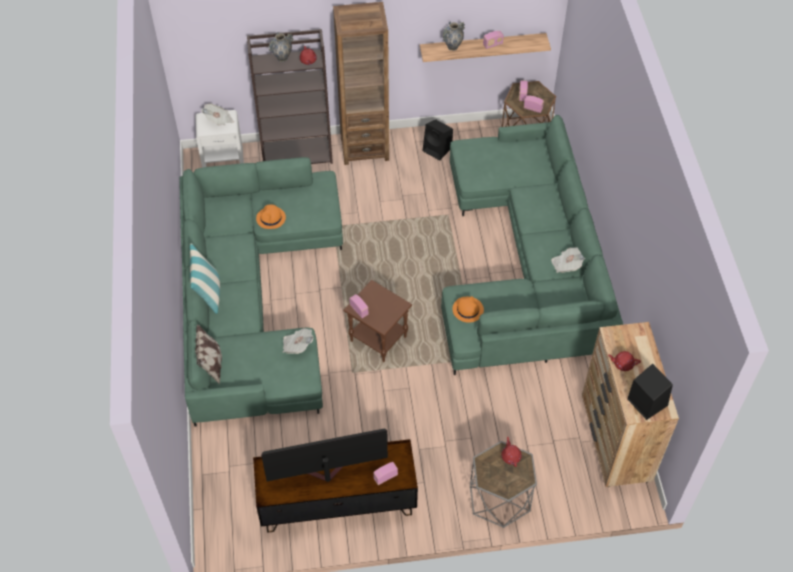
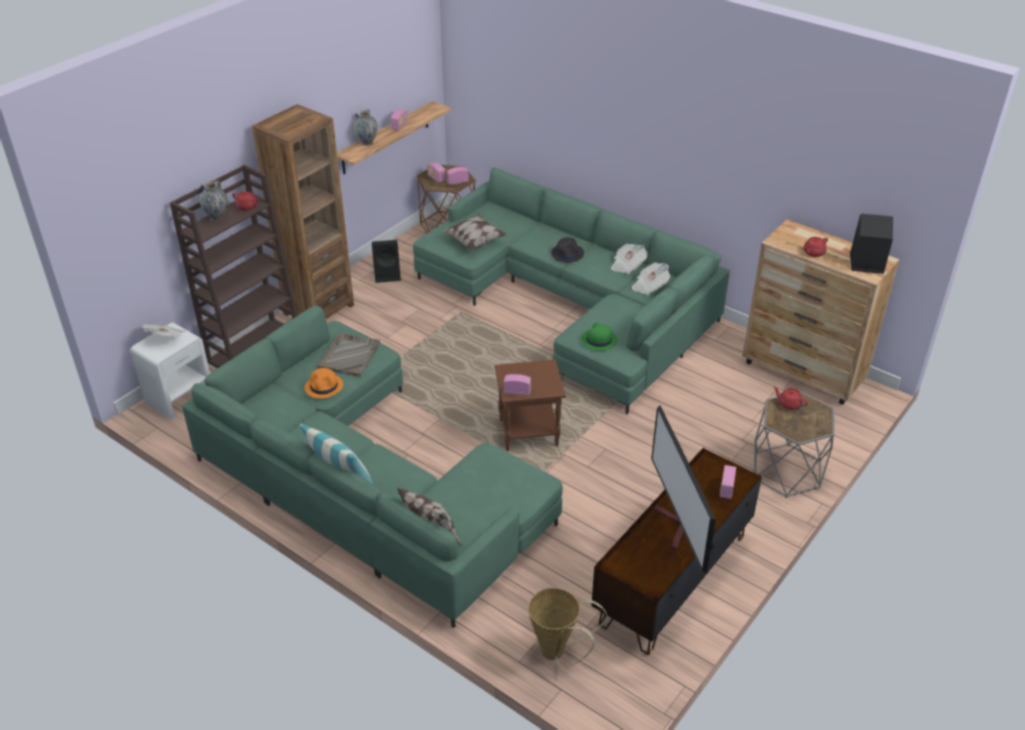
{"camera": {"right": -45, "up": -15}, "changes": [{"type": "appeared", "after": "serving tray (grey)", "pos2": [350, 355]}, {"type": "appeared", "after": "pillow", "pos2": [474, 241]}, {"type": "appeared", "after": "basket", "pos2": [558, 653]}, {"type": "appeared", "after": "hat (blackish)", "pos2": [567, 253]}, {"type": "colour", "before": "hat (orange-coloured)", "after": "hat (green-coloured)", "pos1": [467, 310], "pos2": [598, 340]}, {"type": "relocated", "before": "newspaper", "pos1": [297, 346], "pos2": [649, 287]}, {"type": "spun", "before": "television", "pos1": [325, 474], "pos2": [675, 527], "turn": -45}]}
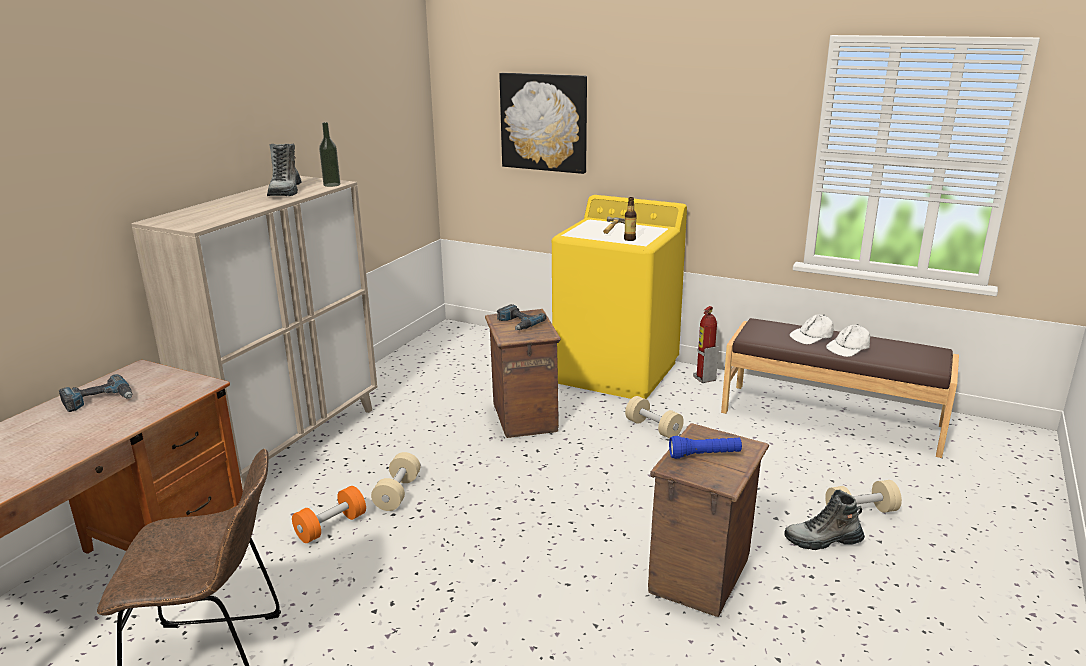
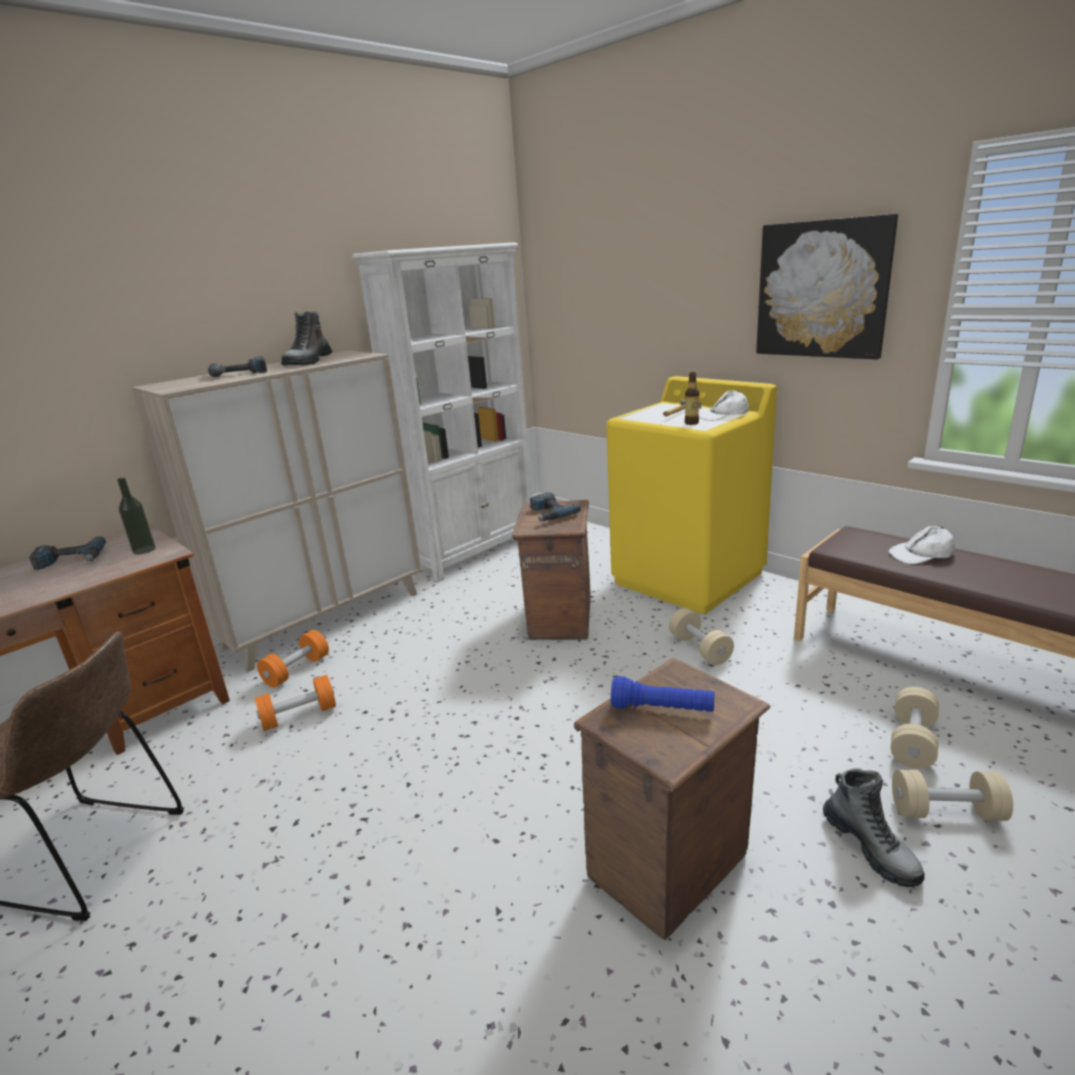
{"camera": {"right": 20, "up": 0}, "changes": [{"type": "relocated", "before": "drink bottle", "pos1": [332, 184], "pos2": [144, 550]}, {"type": "appeared", "after": "drill", "pos2": [238, 373]}, {"type": "appeared", "after": "free weight (orange-coloured)", "pos2": [297, 670]}, {"type": "appeared", "after": "bookcase (white)", "pos2": [474, 552]}, {"type": "relocated", "before": "peaked cap (white)", "pos1": [848, 347], "pos2": [723, 415]}, {"type": "relocated", "before": "wall art", "pos1": [544, 122], "pos2": [822, 289]}, {"type": "spun", "before": "tall boot", "pos1": [823, 540], "pos2": [870, 847], "turn": -135}, {"type": "relocated", "before": "free weight (beige-coloured)", "pos1": [397, 493], "pos2": [912, 741]}, {"type": "missing", "before": "fire extinguisher", "pos1": [704, 378]}]}
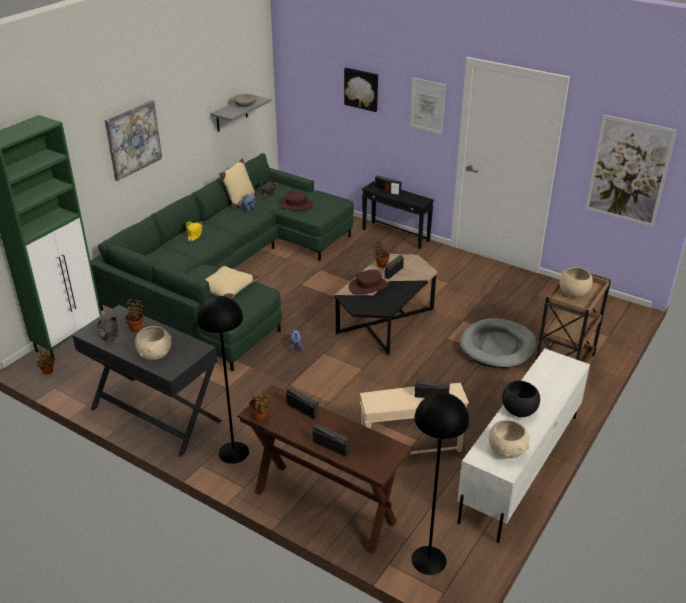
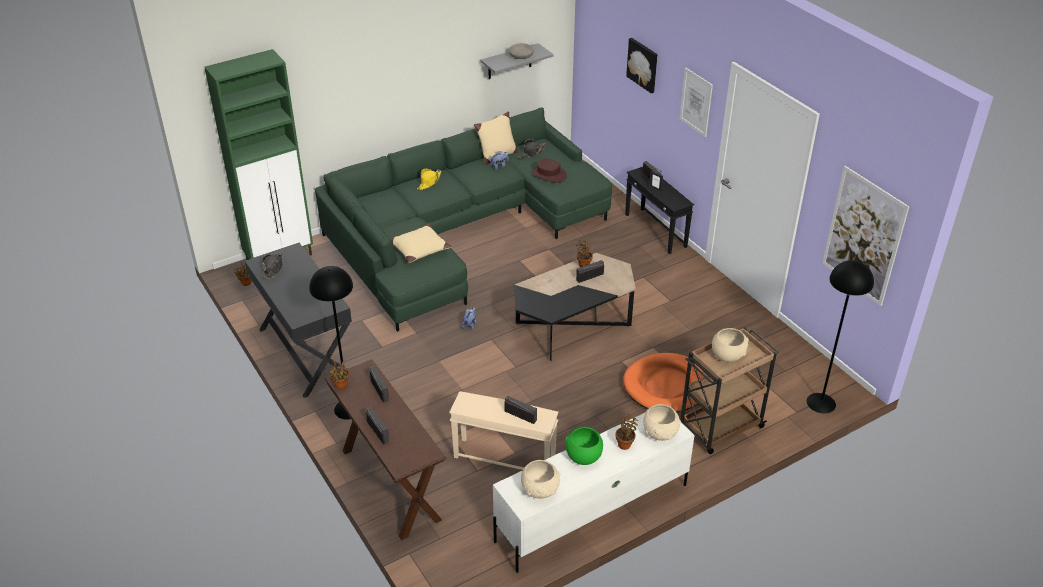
{"camera": {"right": 25, "up": 5}, "changes": [{"type": "colour", "before": "bowl (blackish)", "after": "bowl (green-coloured)", "pos1": [518, 410], "pos2": [583, 456]}, {"type": "relocated", "before": "houseplant", "pos1": [136, 328], "pos2": [625, 444]}, {"type": "colour", "before": "dog cushion (grey)", "after": "dog cushion (orange-coloured)", "pos1": [498, 346], "pos2": [666, 386]}, {"type": "relocated", "before": "bowl (beige-coloured)", "pos1": [155, 354], "pos2": [660, 433]}, {"type": "relocated", "before": "standard lamp (blackish)", "pos1": [429, 560], "pos2": [821, 403]}, {"type": "missing", "before": "wall art", "pos1": [133, 139]}, {"type": "missing", "before": "hat (brown)", "pos1": [368, 286]}]}
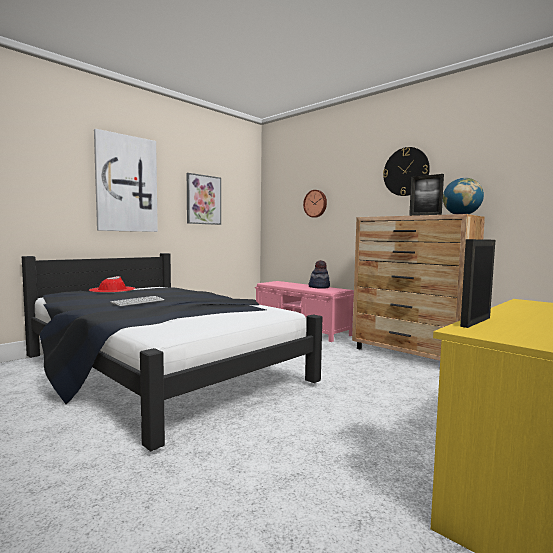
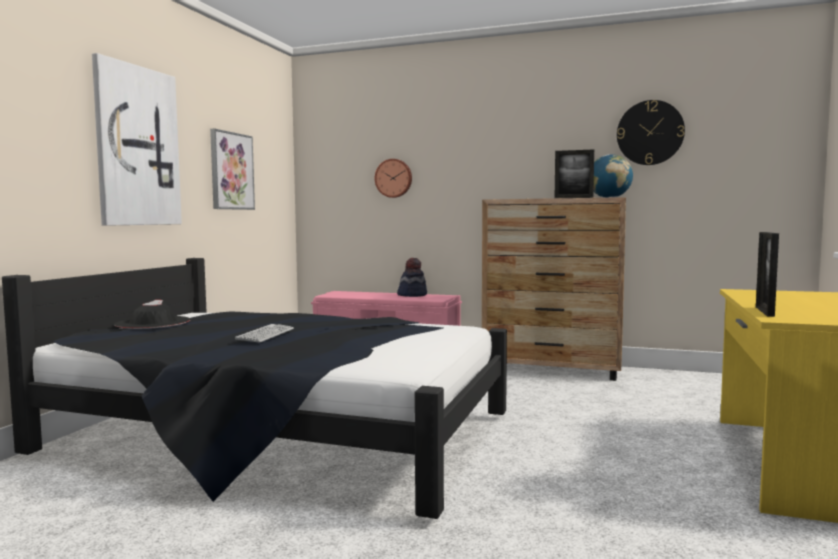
{"camera": {"right": -25, "up": 0}, "changes": [{"type": "colour", "before": "hat (red)", "after": "hat (blackish)", "pos1": [112, 290], "pos2": [152, 323]}, {"type": "relocated", "before": "clock on the wall", "pos1": [406, 171], "pos2": [650, 133]}]}
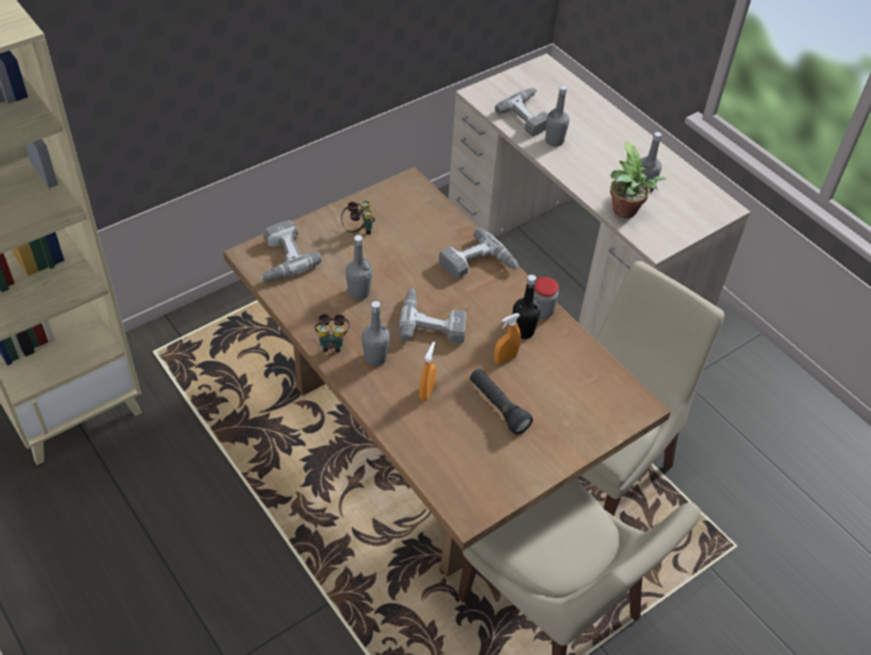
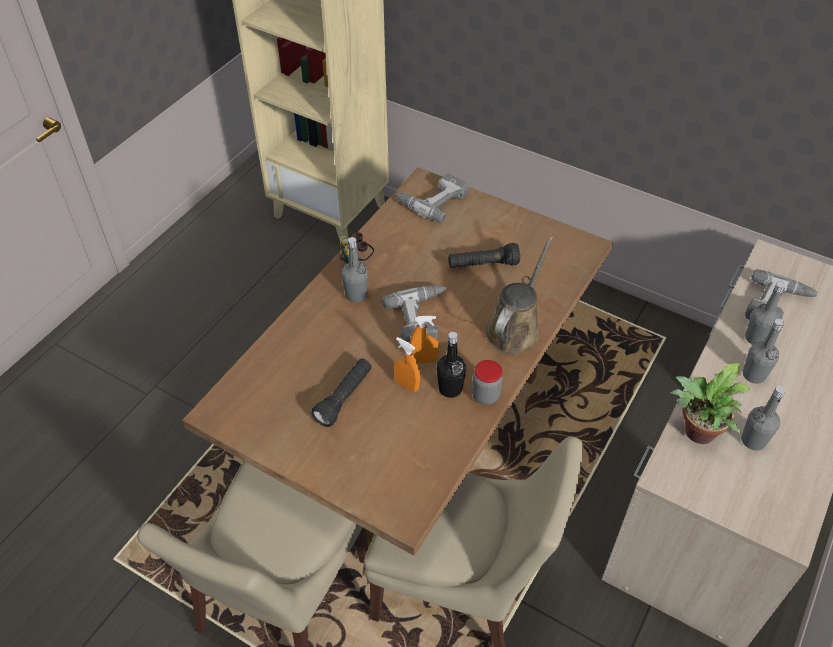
{"camera": {"right": 70, "up": 0}, "changes": [{"type": "relocated", "before": "sprayer (orange-coloured)", "pos1": [427, 392], "pos2": [424, 360]}, {"type": "appeared", "after": "torch (blackish)", "pos2": [483, 265]}, {"type": "exchanged", "before": "drill", "after": "sprinkling can (brown)", "pos1": [478, 265], "pos2": [515, 328]}, {"type": "relocated", "before": "drink bottle (grey)", "pos1": [359, 292], "pos2": [753, 375]}, {"type": "missing", "before": "pair of binoculars", "pos1": [358, 230]}]}
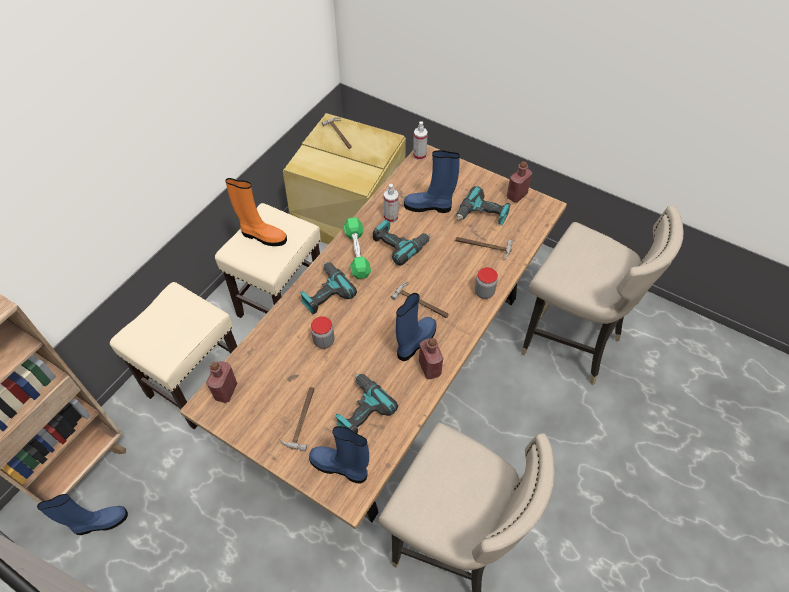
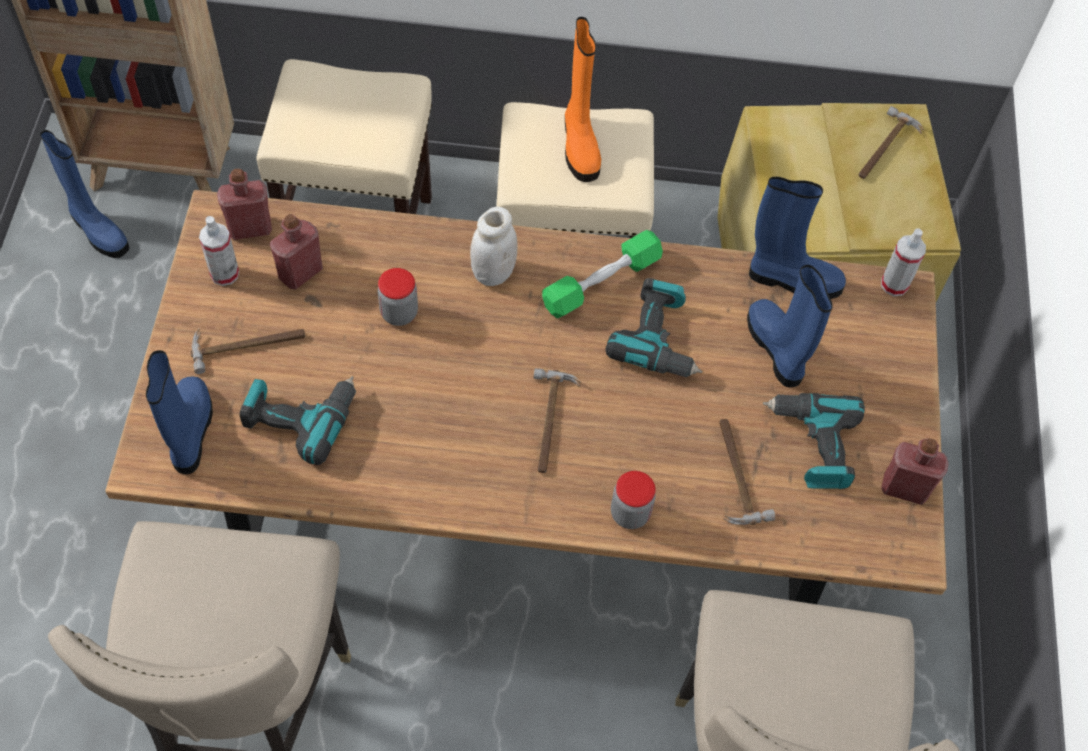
{"camera": {"right": 60, "up": 5}, "changes": [{"type": "relocated", "before": "sprayer", "pos1": [391, 217], "pos2": [224, 274]}, {"type": "relocated", "before": "drink bottle (red)", "pos1": [429, 368], "pos2": [300, 272]}, {"type": "exchanged", "before": "drill", "after": "jar (white)", "pos1": [325, 292], "pos2": [493, 273]}, {"type": "relocated", "before": "tall boot (blue)", "pos1": [415, 342], "pos2": [791, 280]}]}
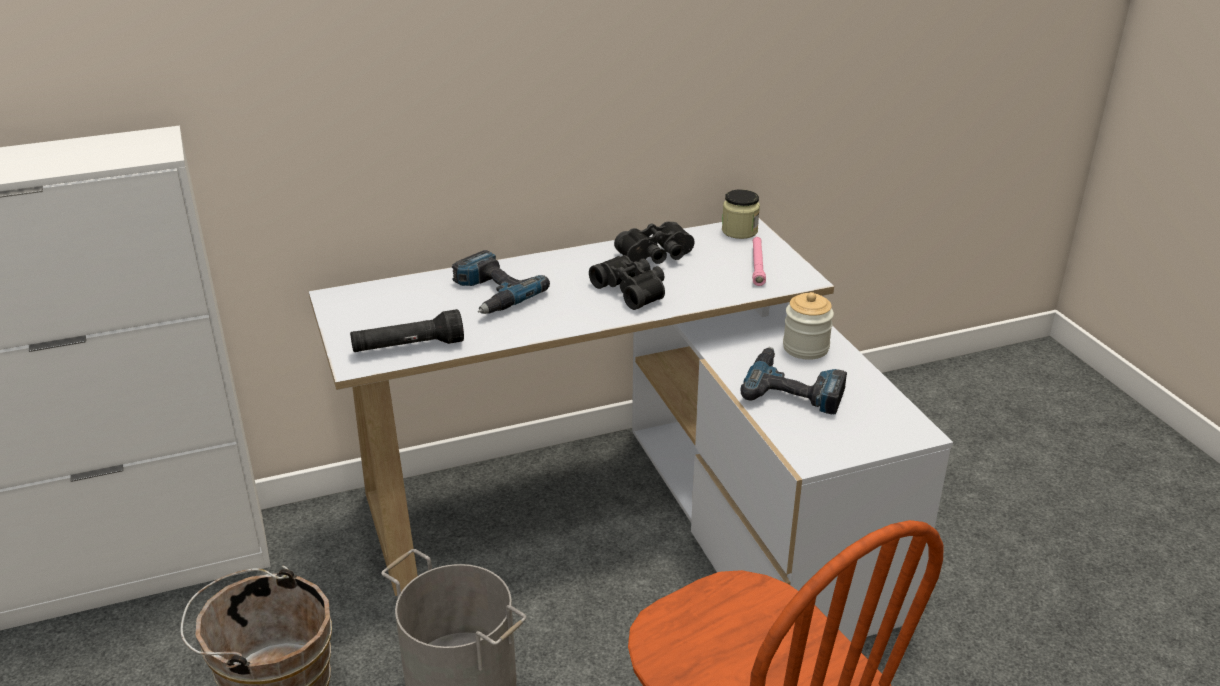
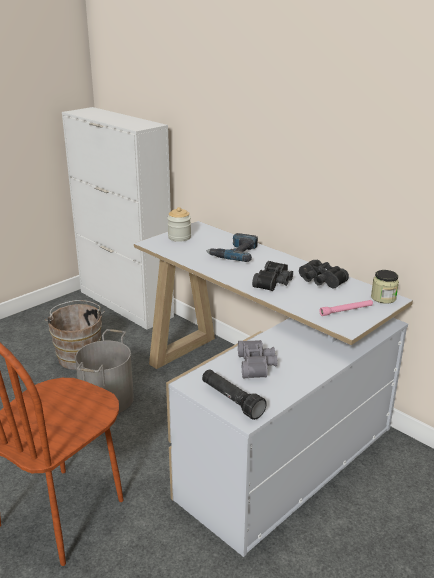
{"camera": {"right": 65, "up": -5}, "changes": [{"type": "relocated", "before": "jar", "pos1": [805, 348], "pos2": [179, 237]}, {"type": "relocated", "before": "torch (blackish)", "pos1": [408, 347], "pos2": [231, 400]}, {"type": "exchanged", "before": "drill", "after": "pair of binoculars (grey)", "pos1": [794, 388], "pos2": [257, 365]}]}
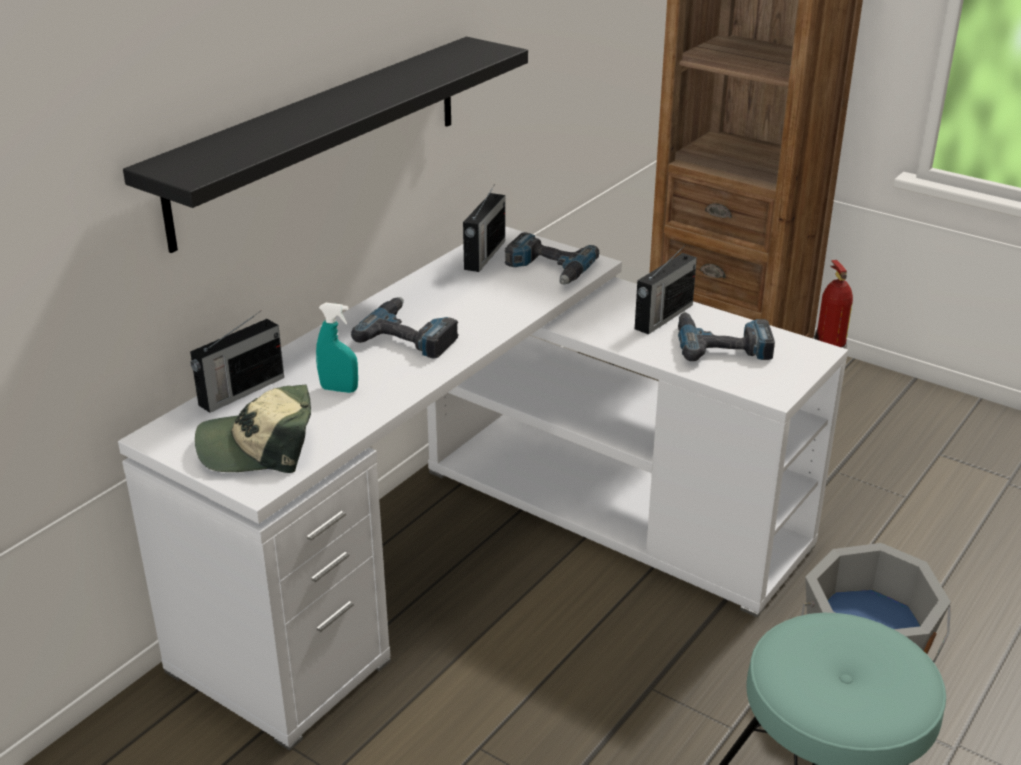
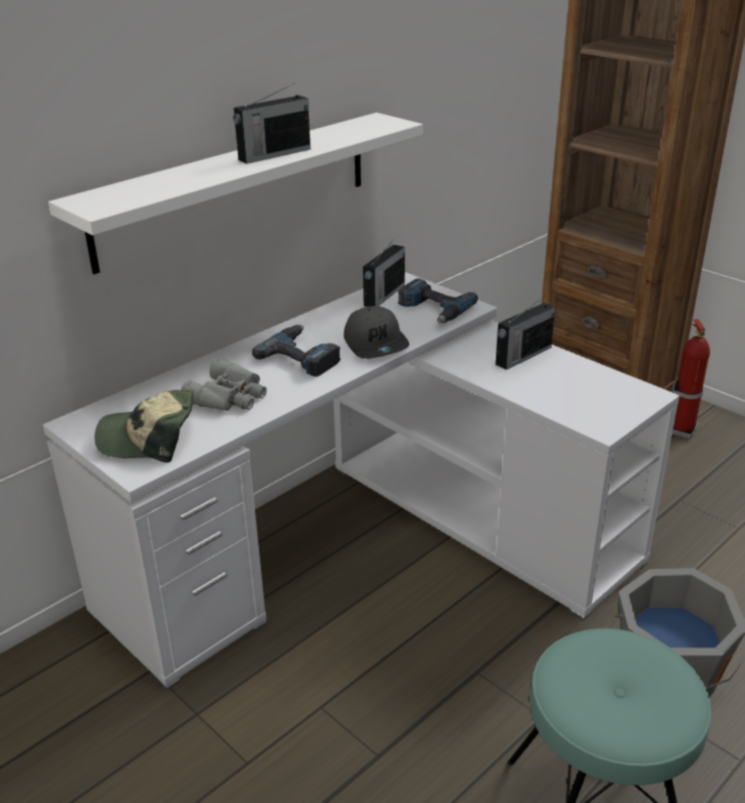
{"camera": {"right": 10, "up": 0}, "changes": [{"type": "colour", "before": "shelf (blackish)", "after": "shelf (white)", "pos1": [321, 138], "pos2": [236, 188]}, {"type": "exchanged", "before": "sprayer (blue-green)", "after": "pair of binoculars (grey)", "pos1": [339, 389], "pos2": [230, 396]}, {"type": "relocated", "before": "radio receiver", "pos1": [240, 392], "pos2": [273, 154]}, {"type": "appeared", "after": "peaked cap (grey)", "pos2": [376, 344]}, {"type": "missing", "before": "drill", "pos1": [722, 344]}]}
